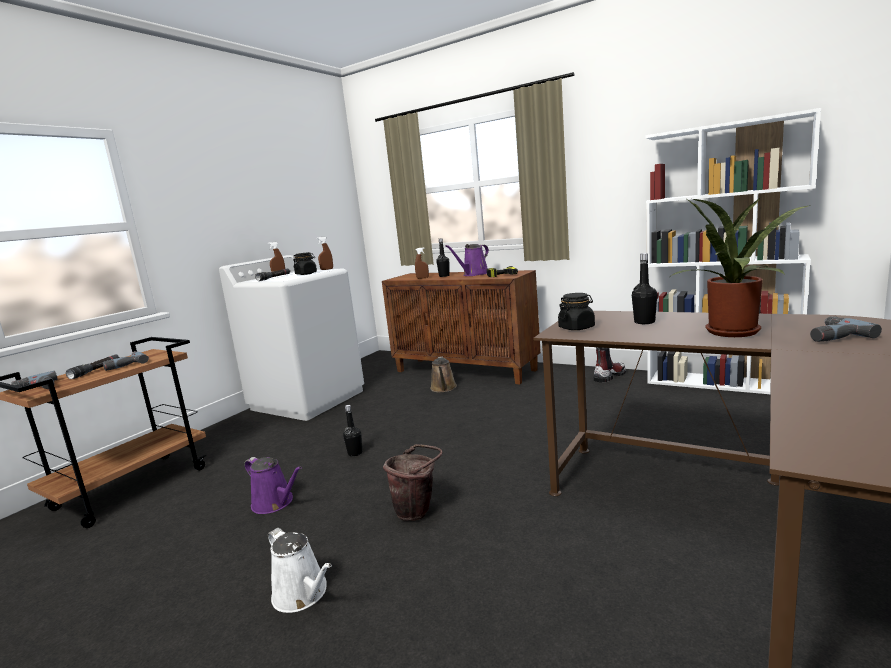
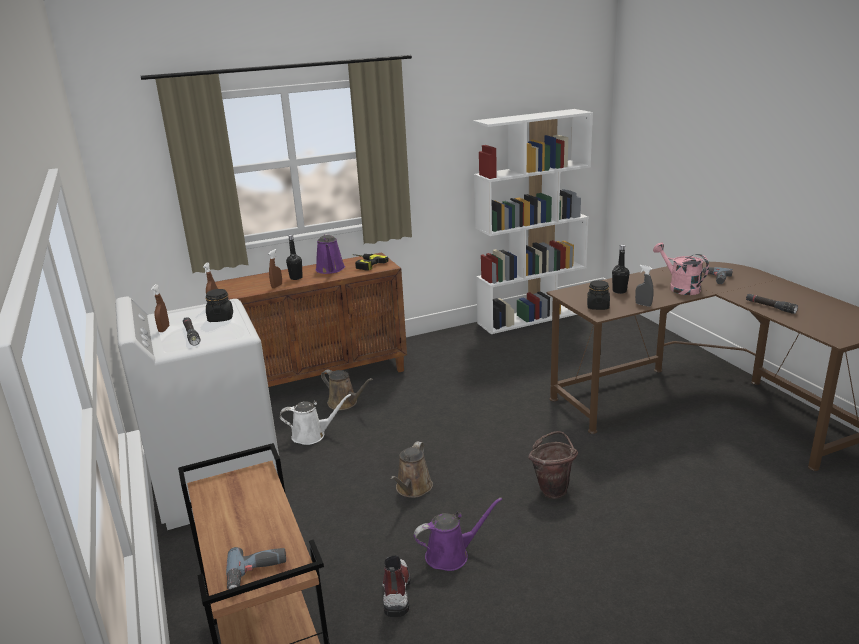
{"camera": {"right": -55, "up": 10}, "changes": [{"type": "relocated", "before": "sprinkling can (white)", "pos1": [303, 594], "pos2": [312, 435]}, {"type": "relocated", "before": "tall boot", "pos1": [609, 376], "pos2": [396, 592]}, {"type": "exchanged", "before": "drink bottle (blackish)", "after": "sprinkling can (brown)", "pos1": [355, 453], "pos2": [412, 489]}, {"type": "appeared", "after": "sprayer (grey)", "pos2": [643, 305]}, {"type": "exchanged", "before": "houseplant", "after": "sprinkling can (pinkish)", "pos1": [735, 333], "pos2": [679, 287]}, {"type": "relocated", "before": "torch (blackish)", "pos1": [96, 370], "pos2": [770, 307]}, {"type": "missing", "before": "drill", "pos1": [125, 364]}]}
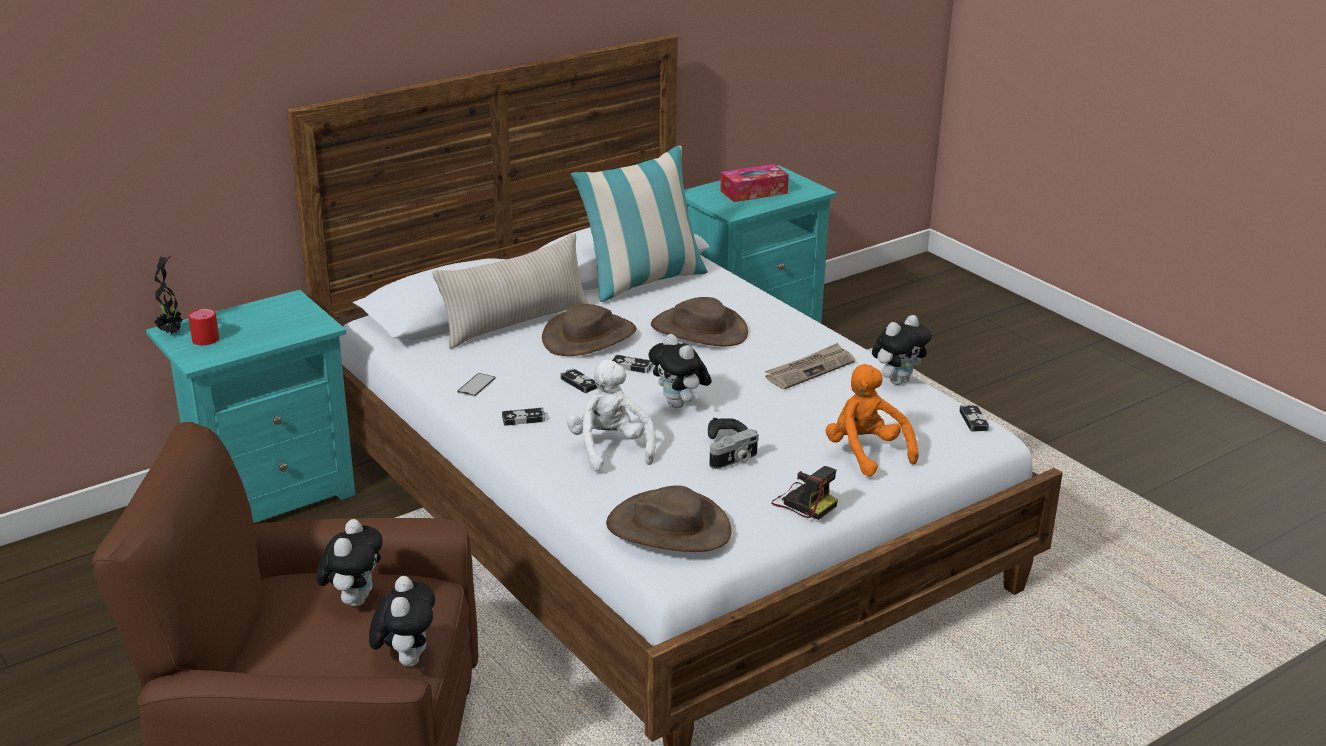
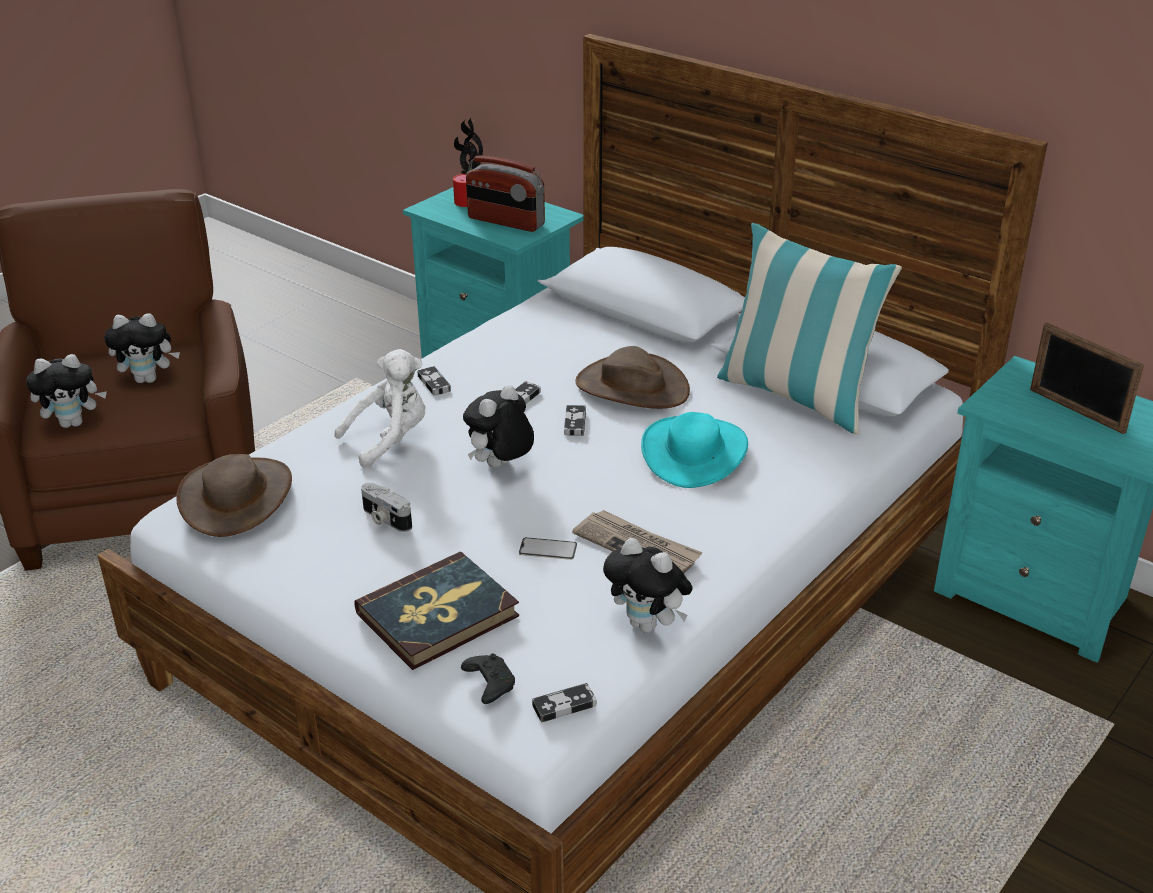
{"camera": {"right": 75, "up": 5}, "changes": [{"type": "exchanged", "before": "cuddly toy (orange-coloured)", "after": "volume", "pos1": [866, 453], "pos2": [438, 615]}, {"type": "relocated", "before": "gamepad (blackish)", "pos1": [725, 435], "pos2": [489, 684]}, {"type": "appeared", "after": "radio receiver", "pos2": [505, 222]}, {"type": "relocated", "before": "phone", "pos1": [476, 385], "pos2": [548, 549]}, {"type": "colour", "before": "hat (brown)", "after": "hat (blue-green)", "pos1": [699, 330], "pos2": [694, 452]}, {"type": "exchanged", "before": "tissue holder", "after": "photo frame", "pos1": [754, 192], "pos2": [1076, 411]}, {"type": "missing", "before": "pillow (beige-coloured)", "pos1": [515, 323]}, {"type": "missing", "before": "still camera", "pos1": [803, 503]}]}
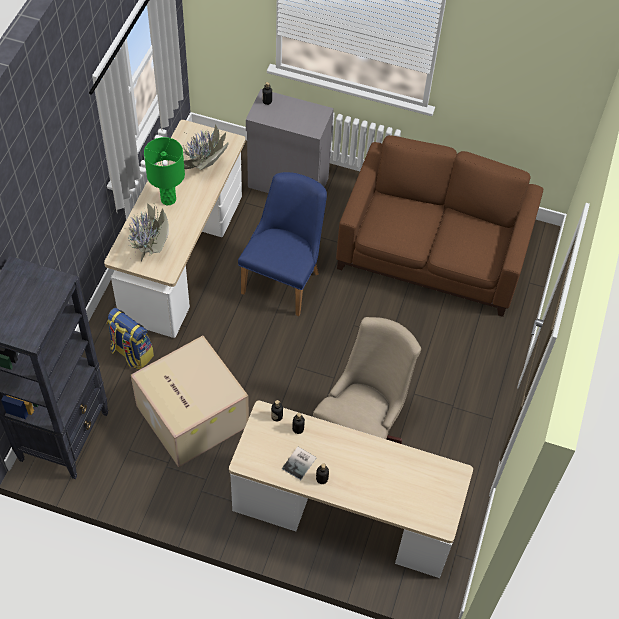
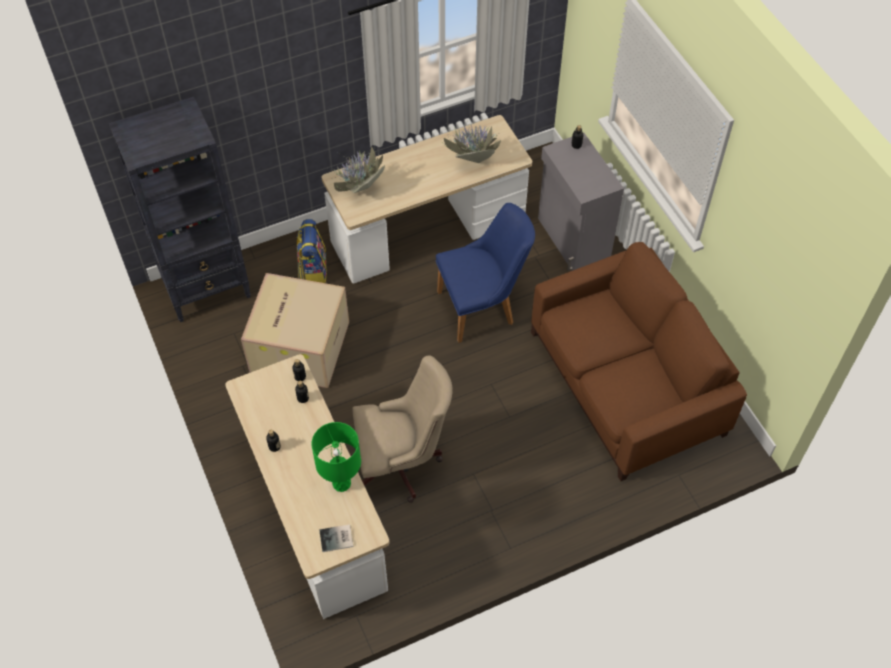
{"camera": {"right": 50, "up": 0}, "changes": [{"type": "relocated", "before": "lamp for a table (green-coloured)", "pos1": [168, 199], "pos2": [341, 483]}, {"type": "relocated", "before": "volume", "pos1": [300, 463], "pos2": [337, 539]}]}
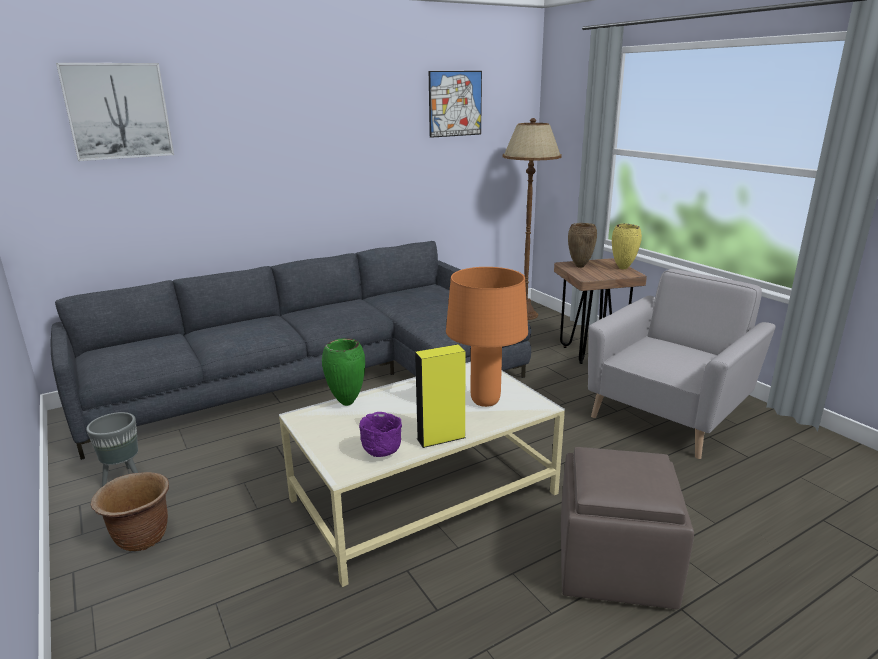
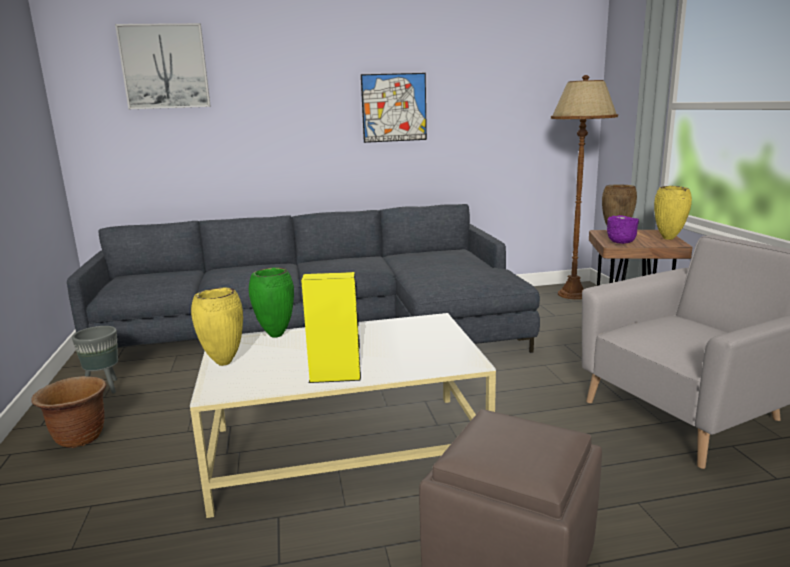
{"camera": {"right": 20, "up": -5}, "changes": [{"type": "appeared", "after": "flower vase (yellow-coloured)", "pos2": [223, 363]}, {"type": "relocated", "before": "wall art", "pos1": [455, 104], "pos2": [394, 107]}, {"type": "relocated", "before": "bowl (purple)", "pos1": [381, 452], "pos2": [620, 243]}, {"type": "missing", "before": "lamp for a table (orange-coloured)", "pos1": [484, 401]}]}
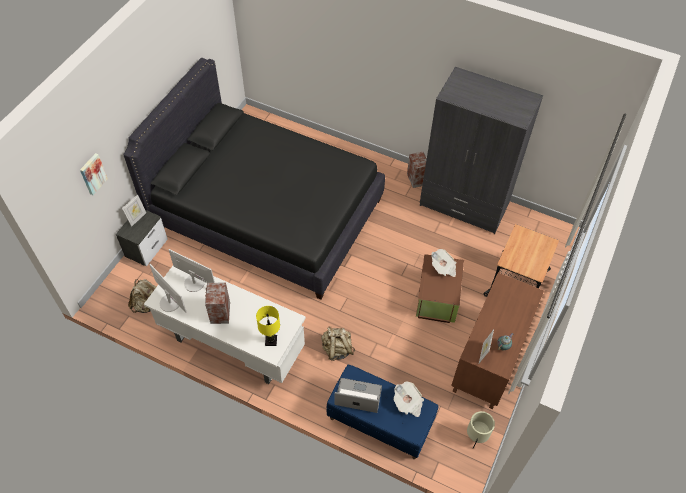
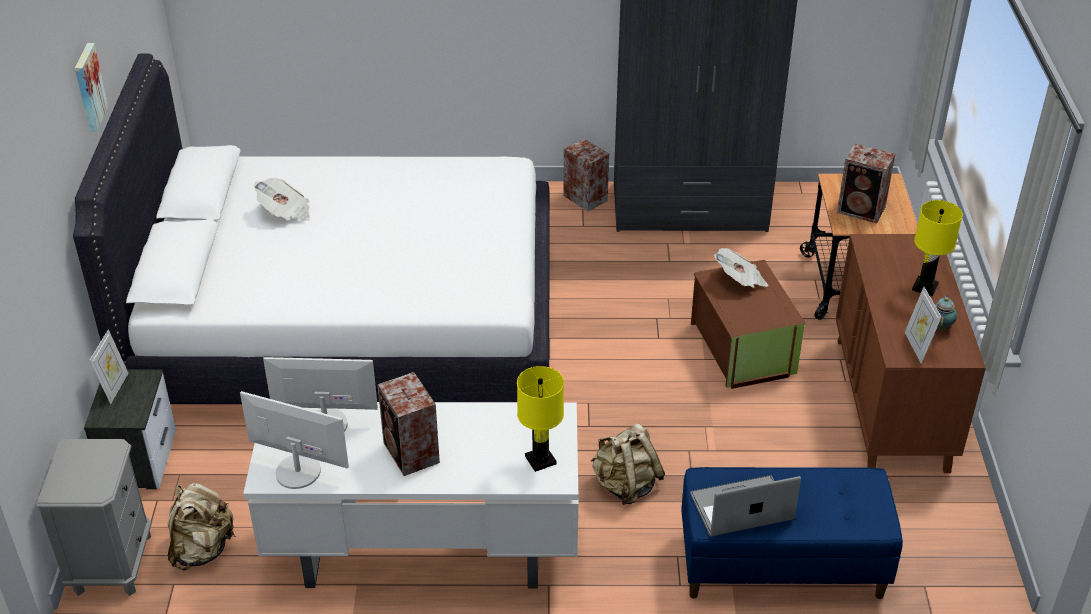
{"camera": {"right": -25, "up": -15}, "changes": [{"type": "appeared", "after": "nightstand (grey)", "pos2": [112, 563]}, {"type": "colour", "before": "bed (blackish)", "after": "bed (white)", "pos1": [267, 213], "pos2": [350, 327]}, {"type": "relocated", "before": "wall art", "pos1": [92, 173], "pos2": [88, 87]}, {"type": "relocated", "before": "newspaper", "pos1": [408, 403], "pos2": [285, 212]}, {"type": "appeared", "after": "speaker", "pos2": [862, 210]}, {"type": "appeared", "after": "lamp for a table (yellow-coloured)", "pos2": [925, 287]}, {"type": "missing", "before": "flower pot (beige-coloured)", "pos1": [476, 437]}]}
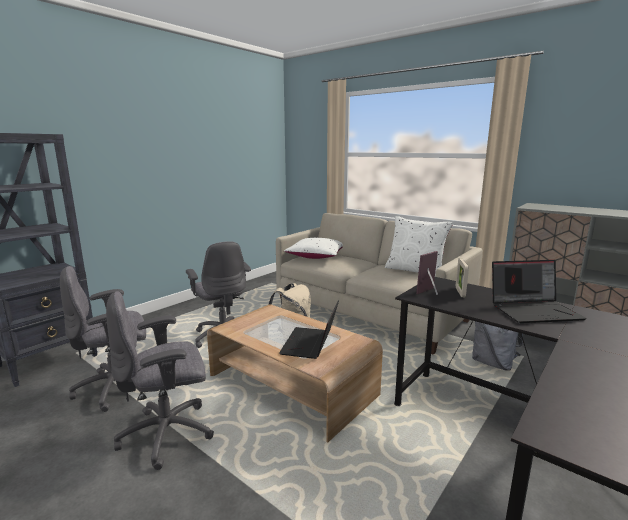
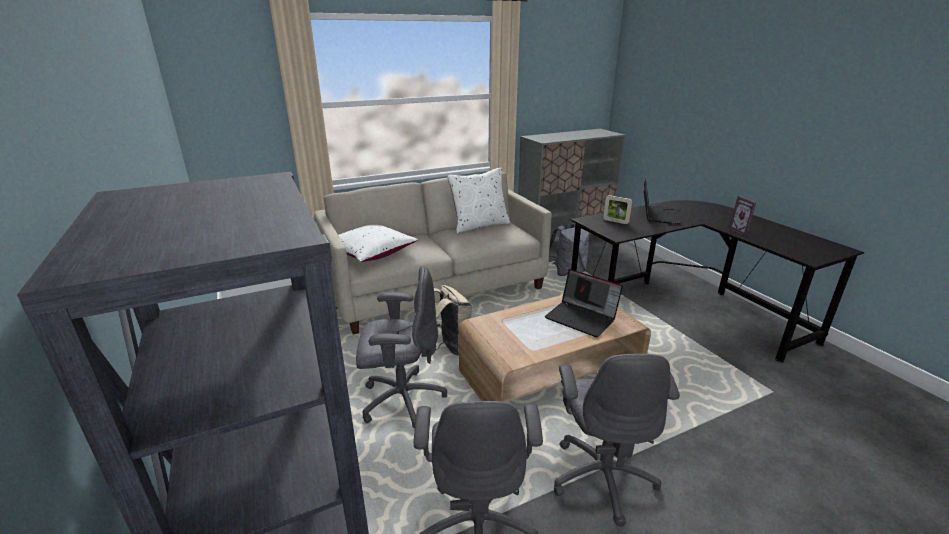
{"camera": {"right": -65, "up": 10}, "changes": [{"type": "relocated", "before": "photo frame", "pos1": [430, 293], "pos2": [742, 231]}]}
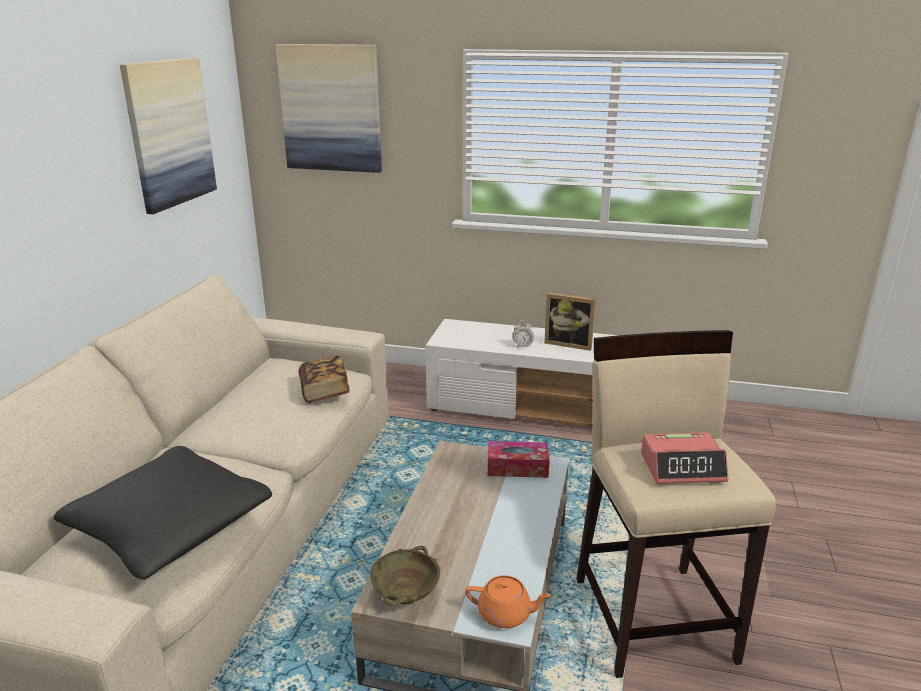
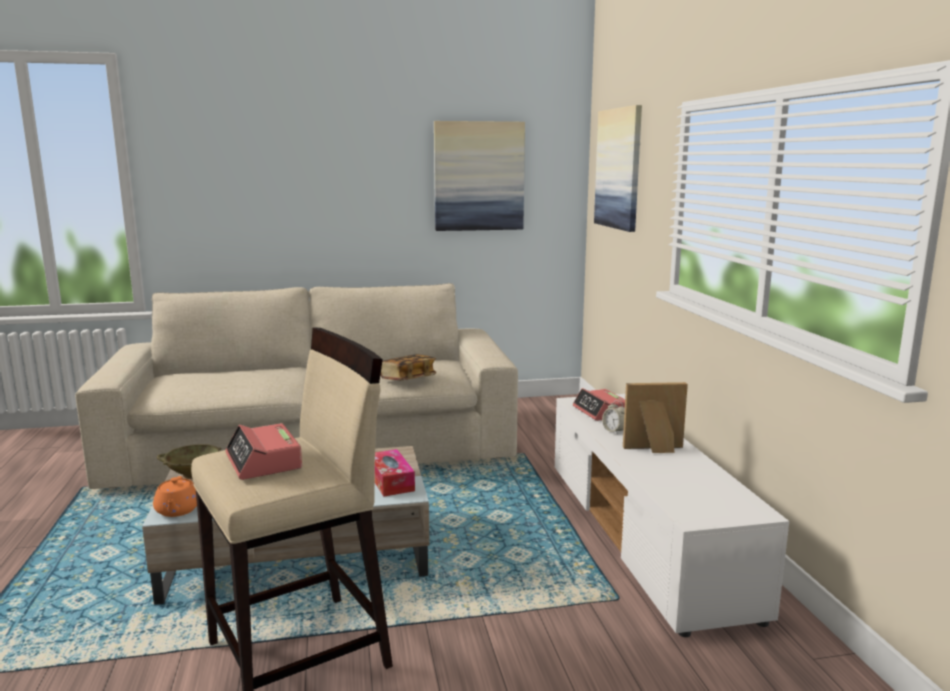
{"camera": {"right": 65, "up": -10}, "changes": [{"type": "appeared", "after": "bedside clock", "pos2": [600, 412]}, {"type": "spun", "before": "photo frame", "pos1": [569, 343], "pos2": [654, 450], "turn": 90}, {"type": "missing", "before": "pillow (blackish)", "pos1": [170, 528]}]}
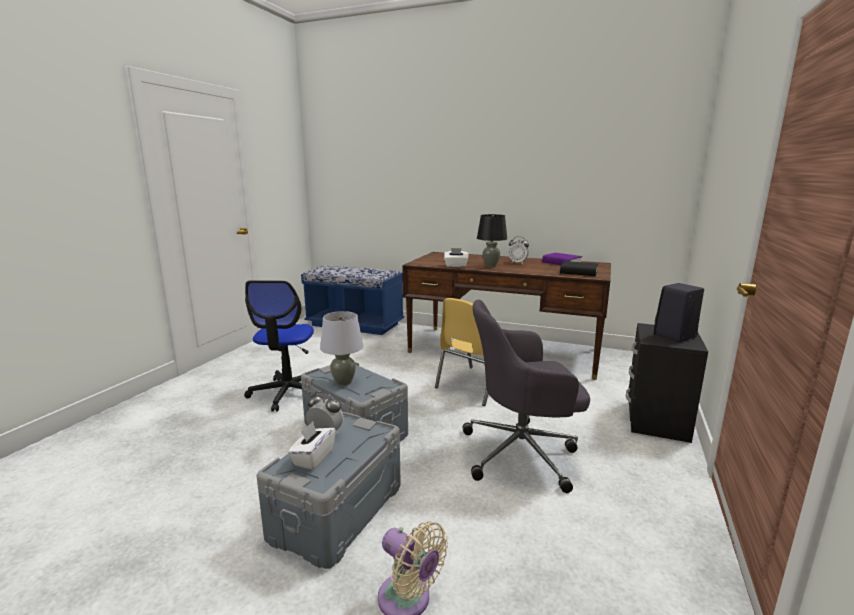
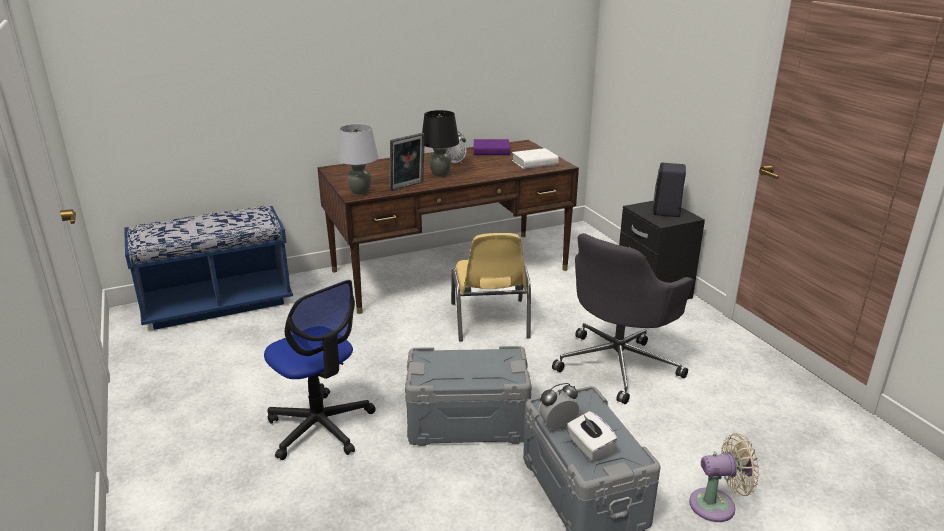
{"camera": {"right": -45, "up": 10}, "changes": [{"type": "relocated", "before": "lamp for a table (grey)", "pos1": [344, 382], "pos2": [360, 193]}, {"type": "exchanged", "before": "tissue holder (white)", "after": "photo frame", "pos1": [456, 266], "pos2": [408, 186]}, {"type": "colour", "before": "volume (blackish)", "after": "volume (white)", "pos1": [579, 272], "pos2": [534, 163]}]}
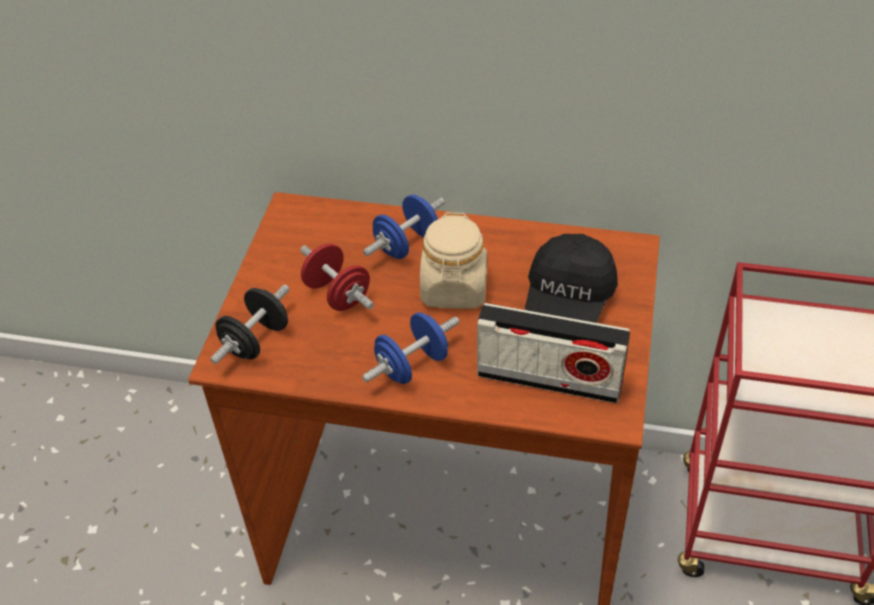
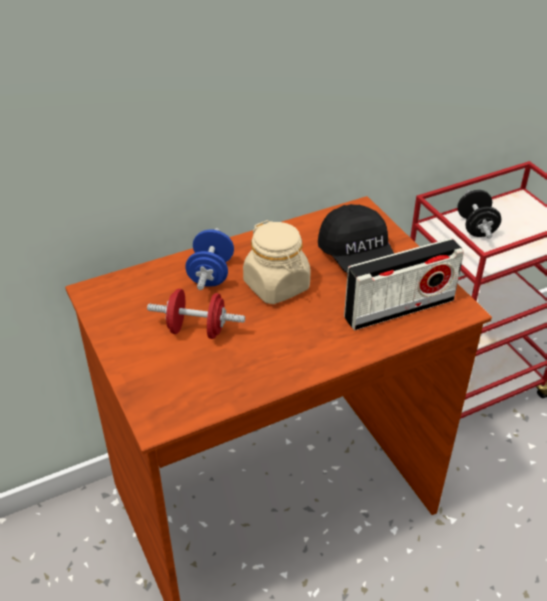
{"camera": {"right": -40, "up": -5}, "changes": [{"type": "relocated", "before": "free weight (blackish)", "pos1": [256, 341], "pos2": [476, 227]}, {"type": "missing", "before": "free weight (blue)", "pos1": [412, 365]}]}
